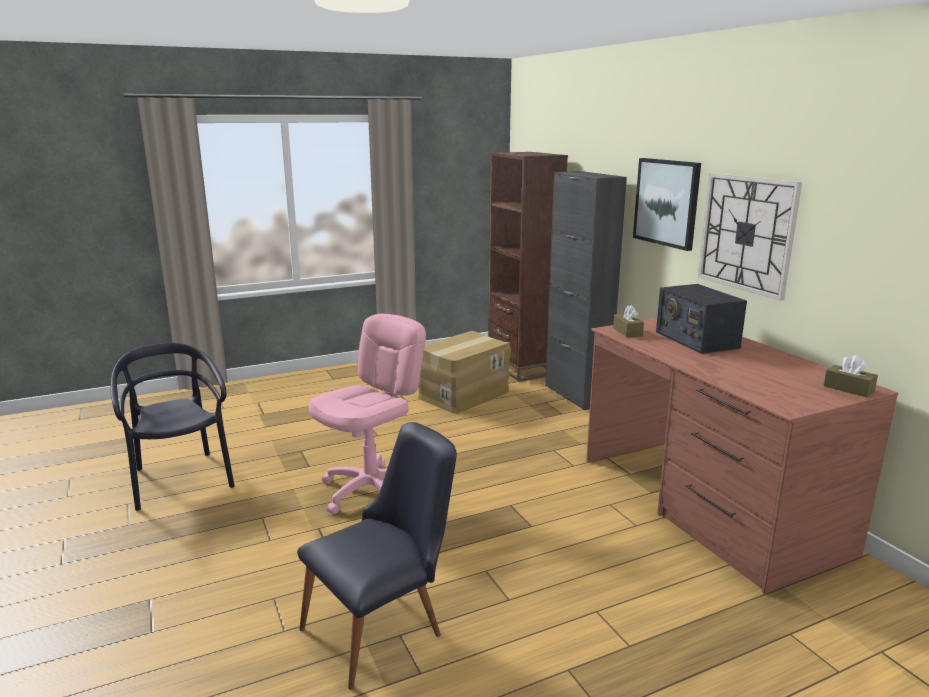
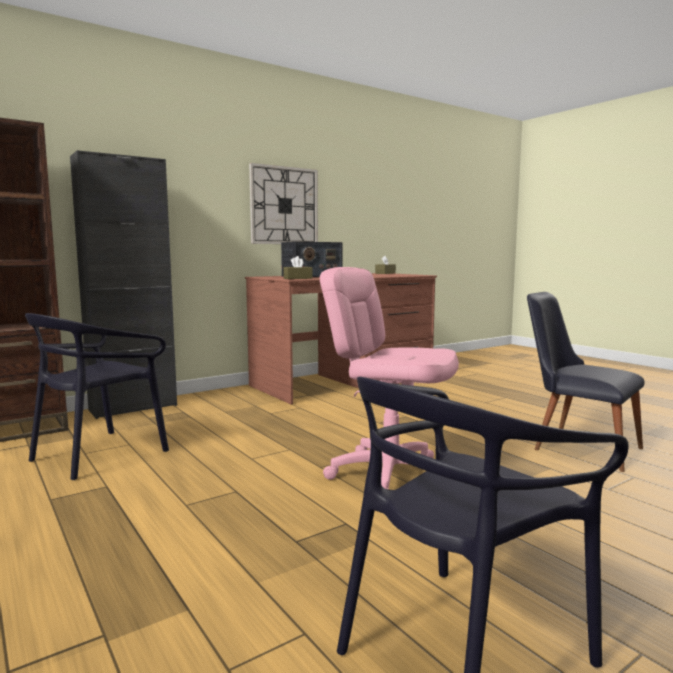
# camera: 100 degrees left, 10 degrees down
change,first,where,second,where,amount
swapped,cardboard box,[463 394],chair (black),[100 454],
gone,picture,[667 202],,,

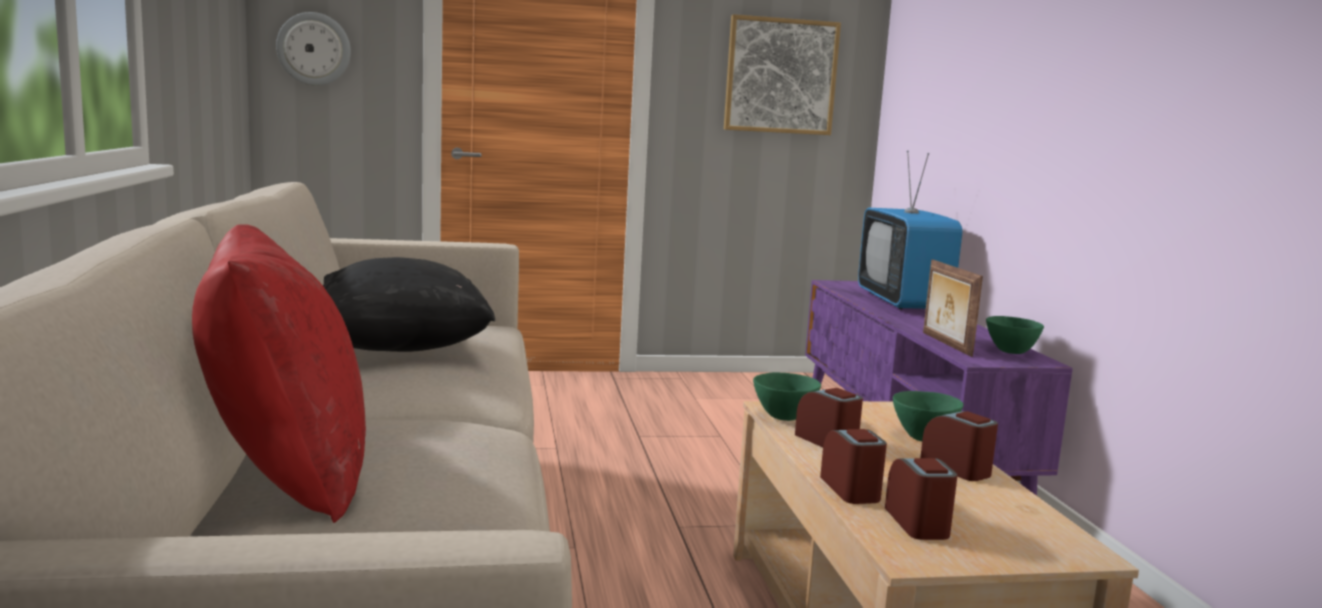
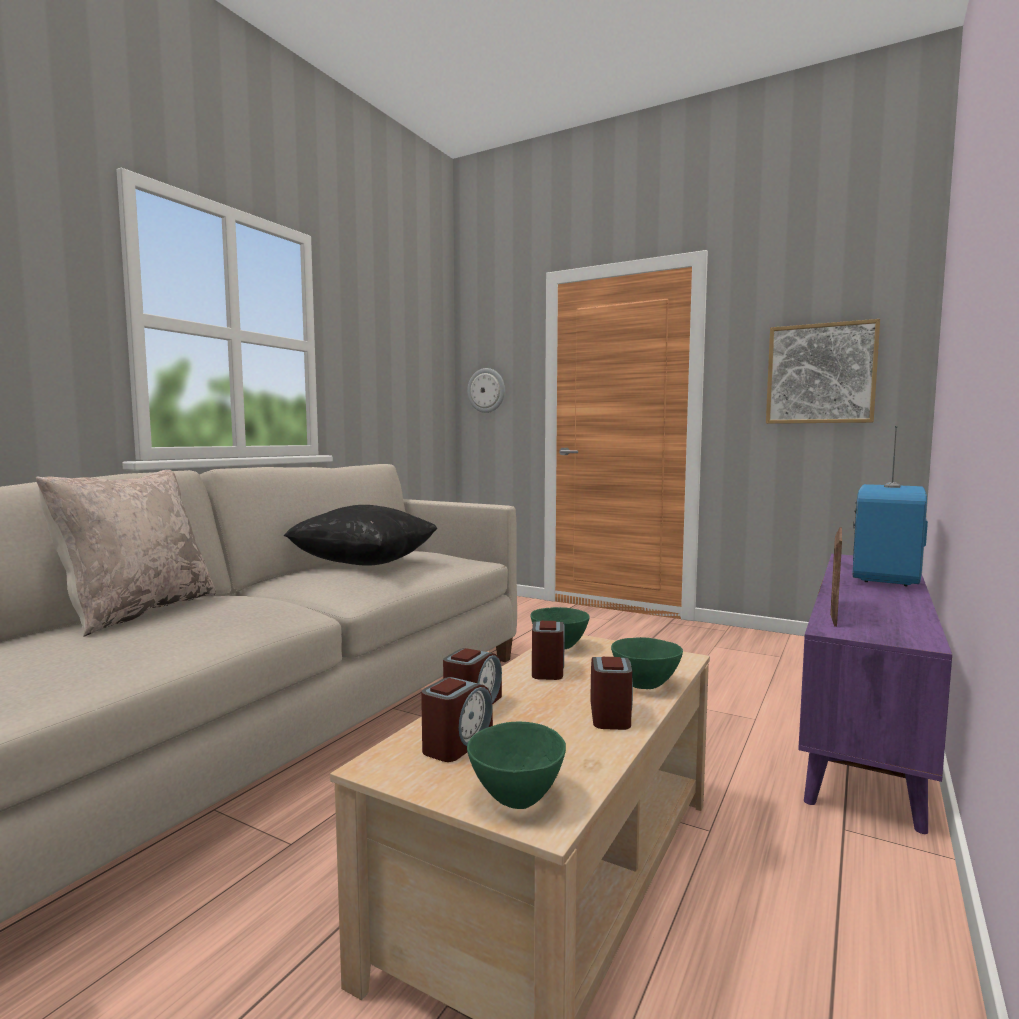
# camera: 40 degrees right, 5 degrees down
change,first,where,second,where,amount
repainted,pillow (red),[284 474],pillow (beige),[136 612],
shifted,bowl (green),[1010 351],,[515 797],

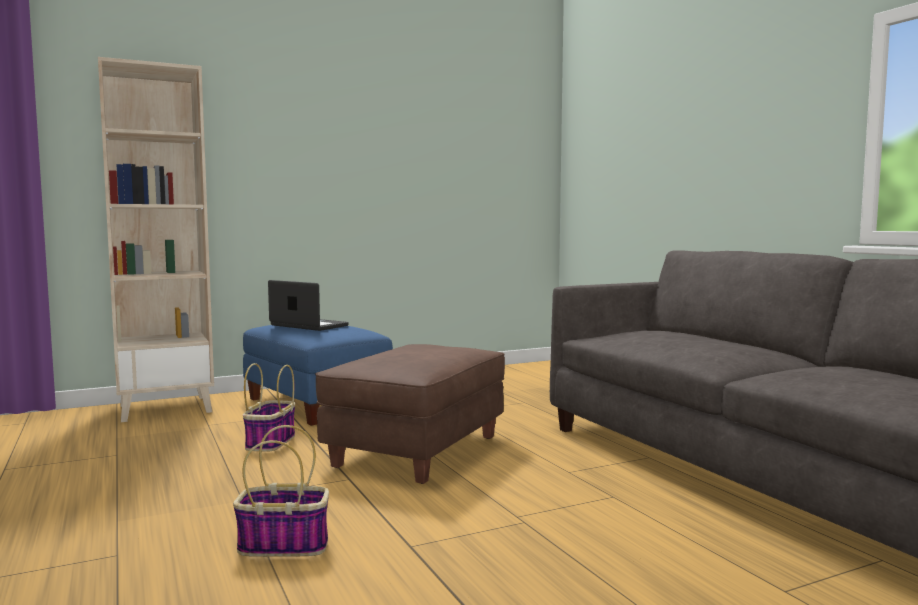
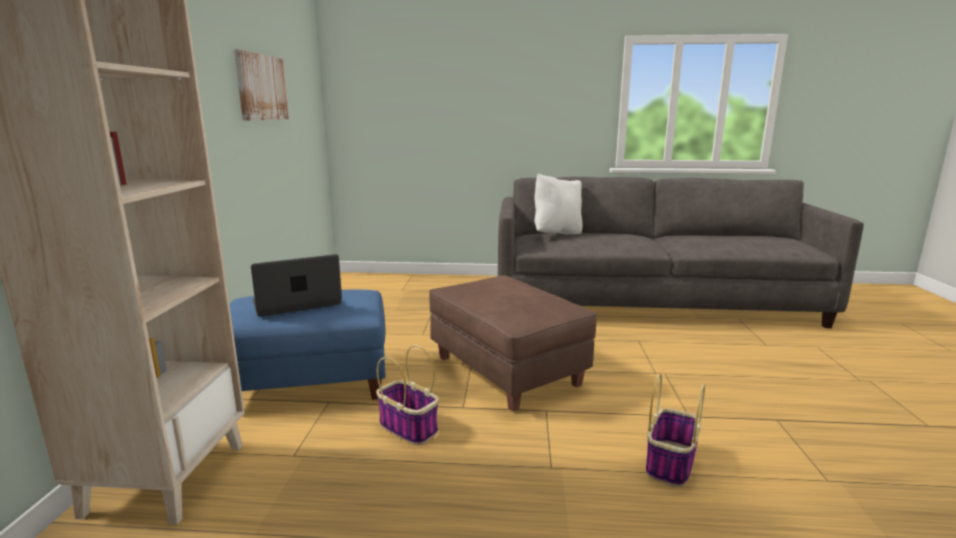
# camera: 60 degrees left, 10 degrees up
change,first,where,second,where,amount
new,,,picture,[261 87],
new,,,pillow (white),[557 234],

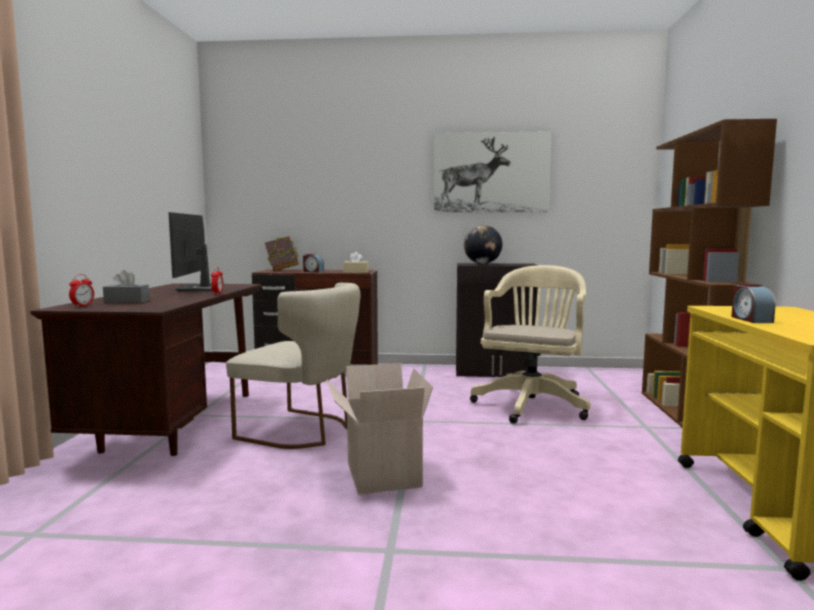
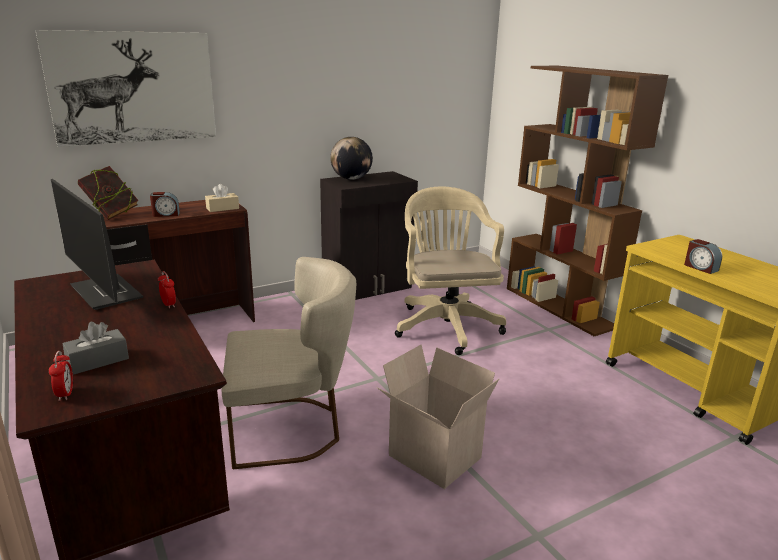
# camera: 35 degrees left, 15 degrees up
change,first,where,second,where,amount
shifted,picture,[491 173],,[133 88],

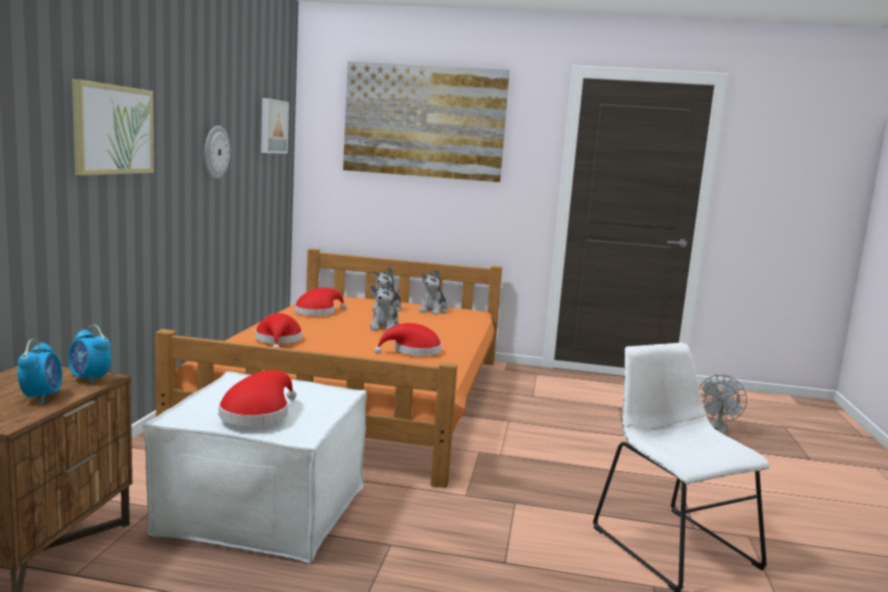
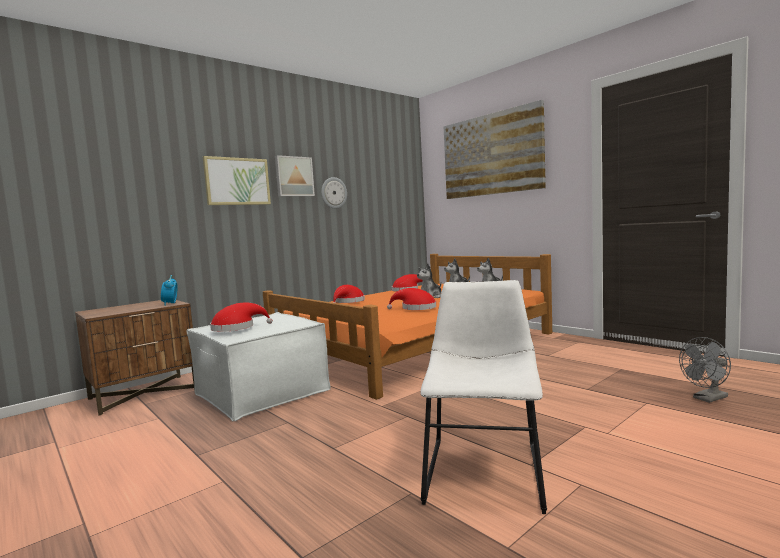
# camera: 40 degrees right, 5 degrees down
change,first,where,second,where,amount
shifted,picture,[272 126],,[294 176],
gone,alarm clock,[42 397],,,

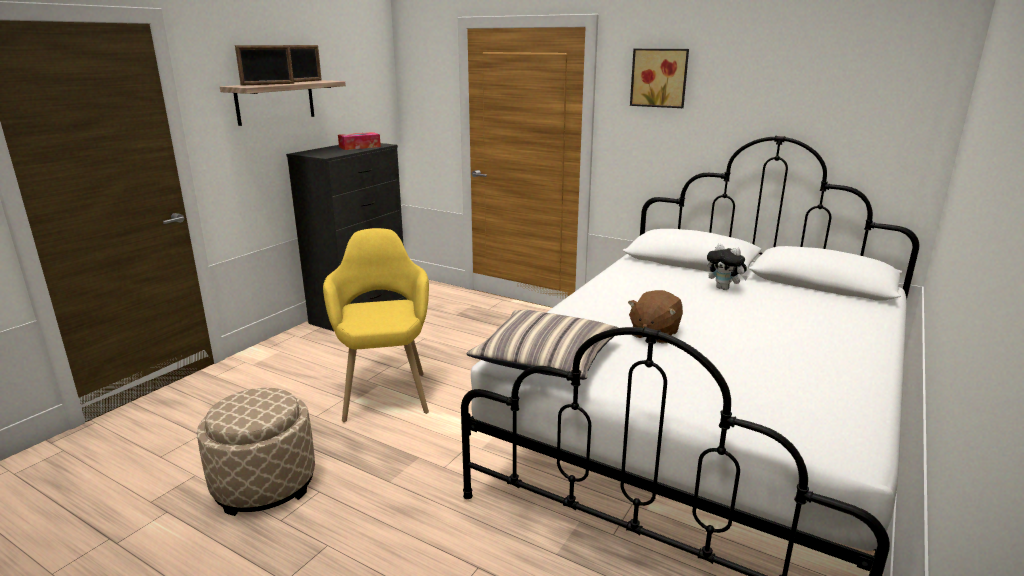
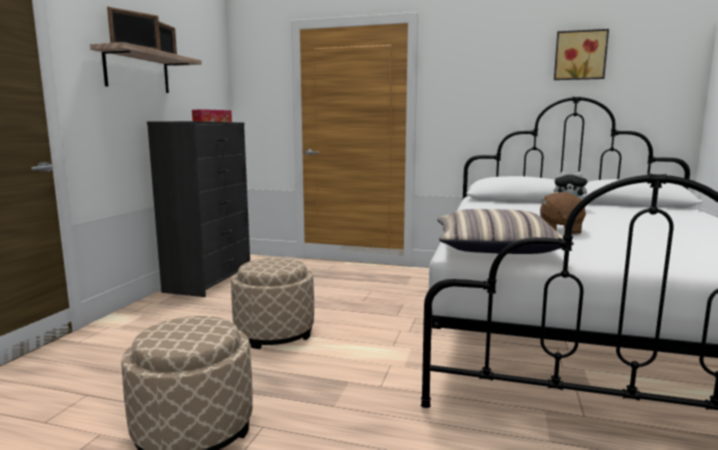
# camera: 15 degrees left, 10 degrees down
change,first,where,second,where,amount
swapped,armchair (yellow),[385 389],ottoman (beige),[274 333],
shifted,picture,[659 78],,[580 55],

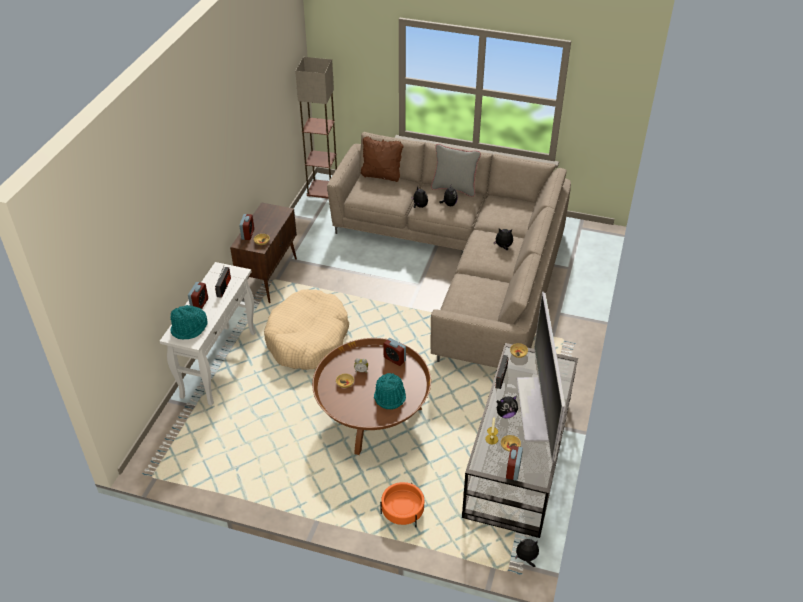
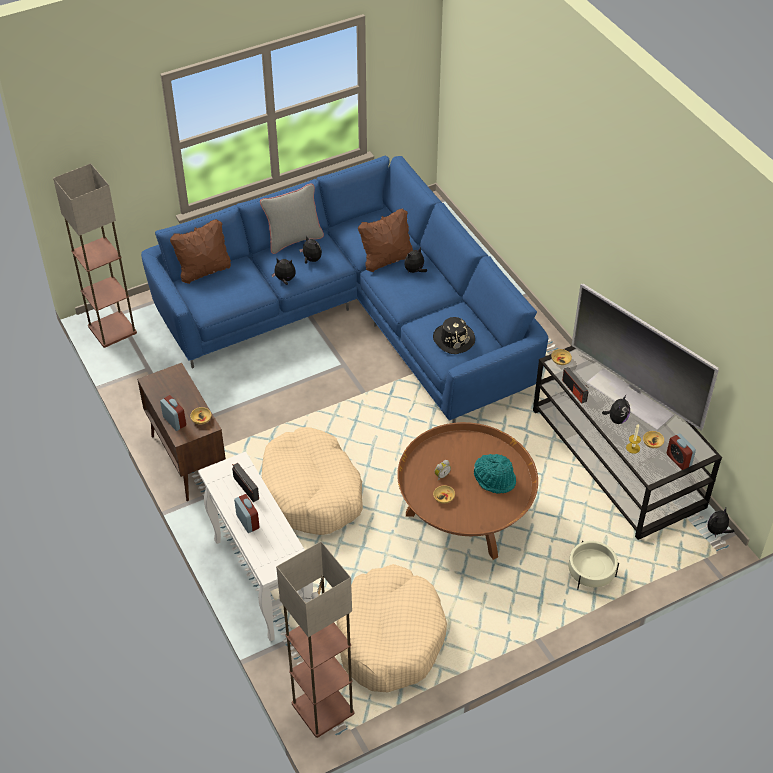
# camera: 45 degrees left, 5 degrees up
change,first,where,second,where,amount
repainted,sofa (beige),[464 263],sofa (blue),[356 315],
new,,,floor lamp,[321 708],
new,,,dog bed (beige),[389 637],
new,,,pillow (brown),[386 260],
new,,,hat (black),[453 339],
repainted,planter (orange),[402 512],planter (beige),[591 573],
gone,hat (turquoise),[189 328],,,
gone,alarm clock,[394 359],,,

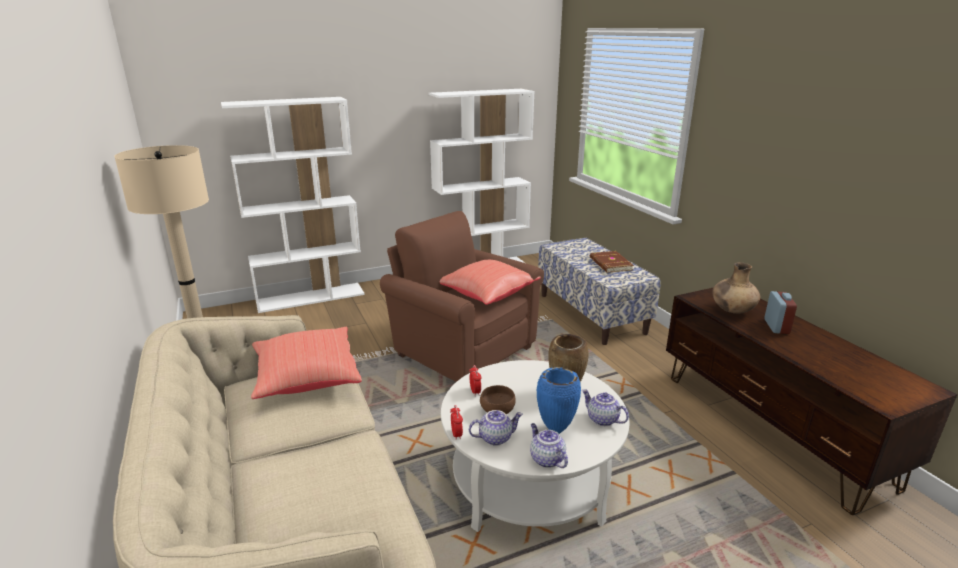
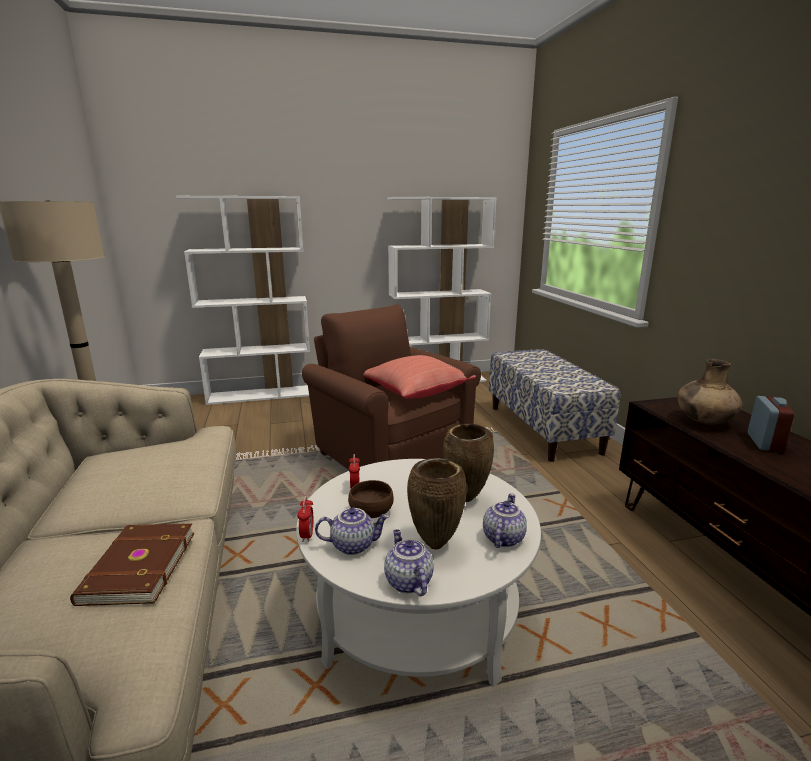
# camera: 10 degrees right, 5 degrees down
change,first,where,second,where,amount
shifted,book (brown),[610 264],,[137 567],
repainted,vase (blue),[555 430],vase (brown),[435 544],
rotated,teapot,[602 420],,[502 538],60 degrees clockwise
gone,pillow (red),[306 379],,,

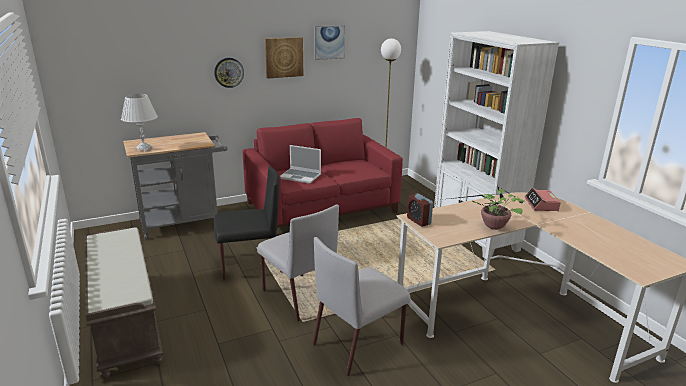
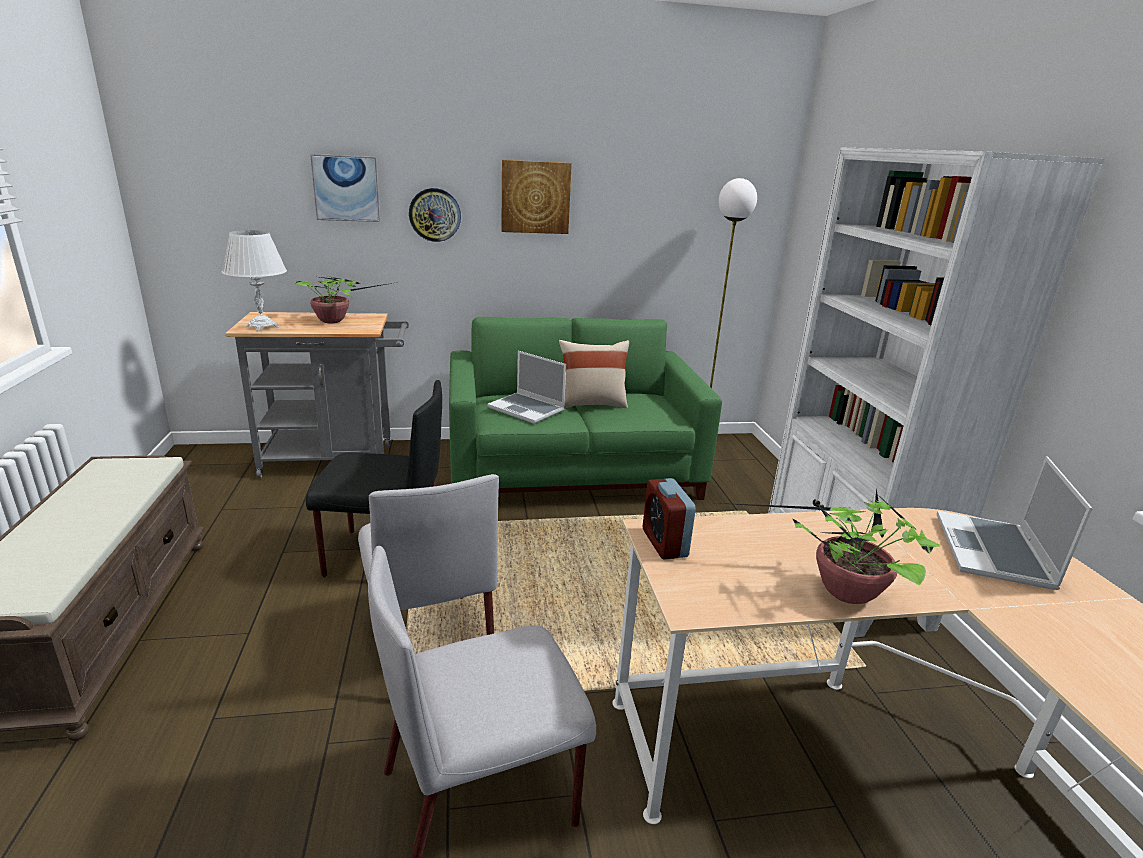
# camera: 15 degrees right, 0 degrees up
change,first,where,second,where,amount
new,,,potted plant,[334 321],
shifted,picture,[329 42],,[346 188],
repainted,sofa (red),[322 208],sofa (green),[572 470],
new,,,pillow (beige),[592 404],
swapped,alarm clock,[541 205],laptop,[994 553],

